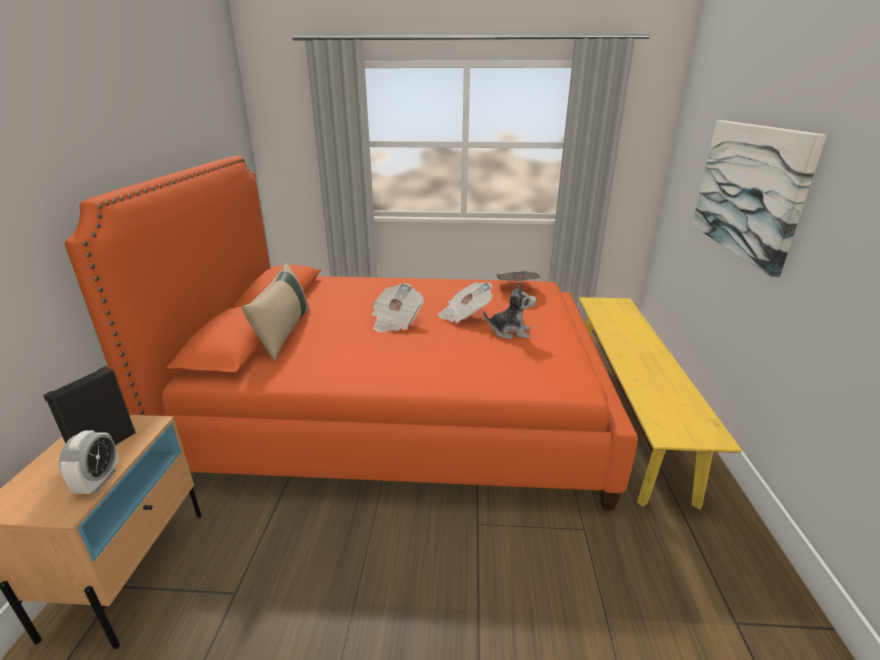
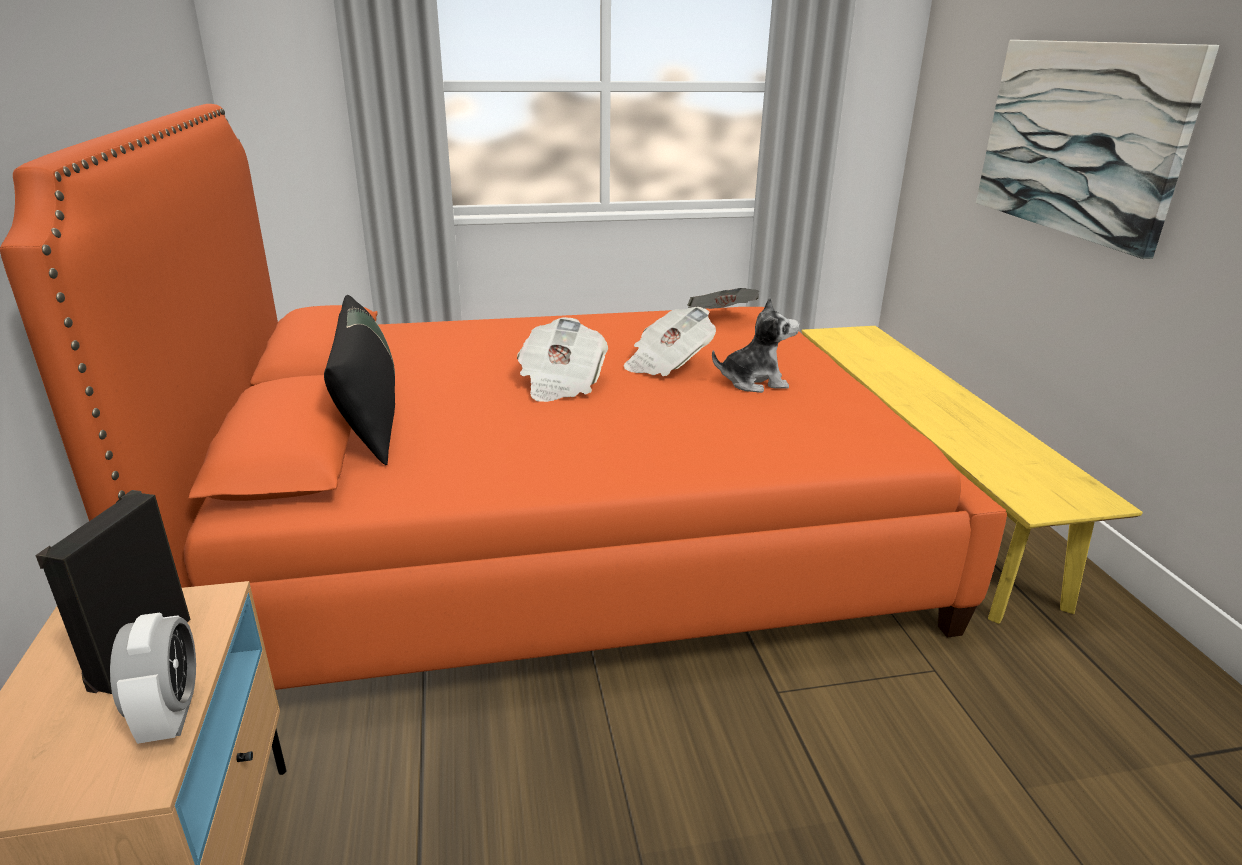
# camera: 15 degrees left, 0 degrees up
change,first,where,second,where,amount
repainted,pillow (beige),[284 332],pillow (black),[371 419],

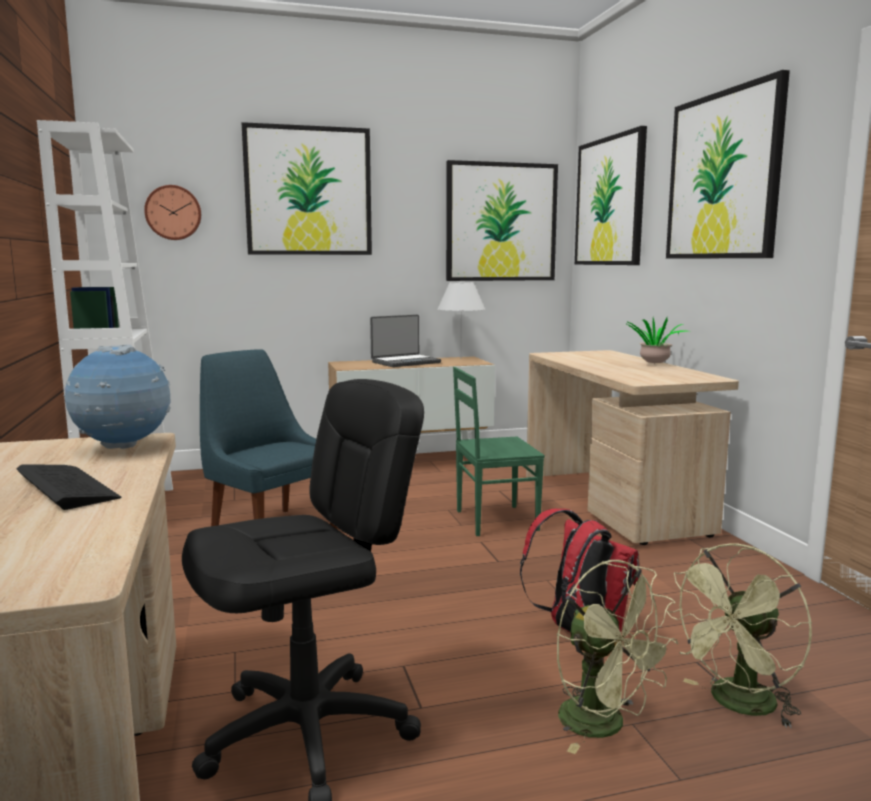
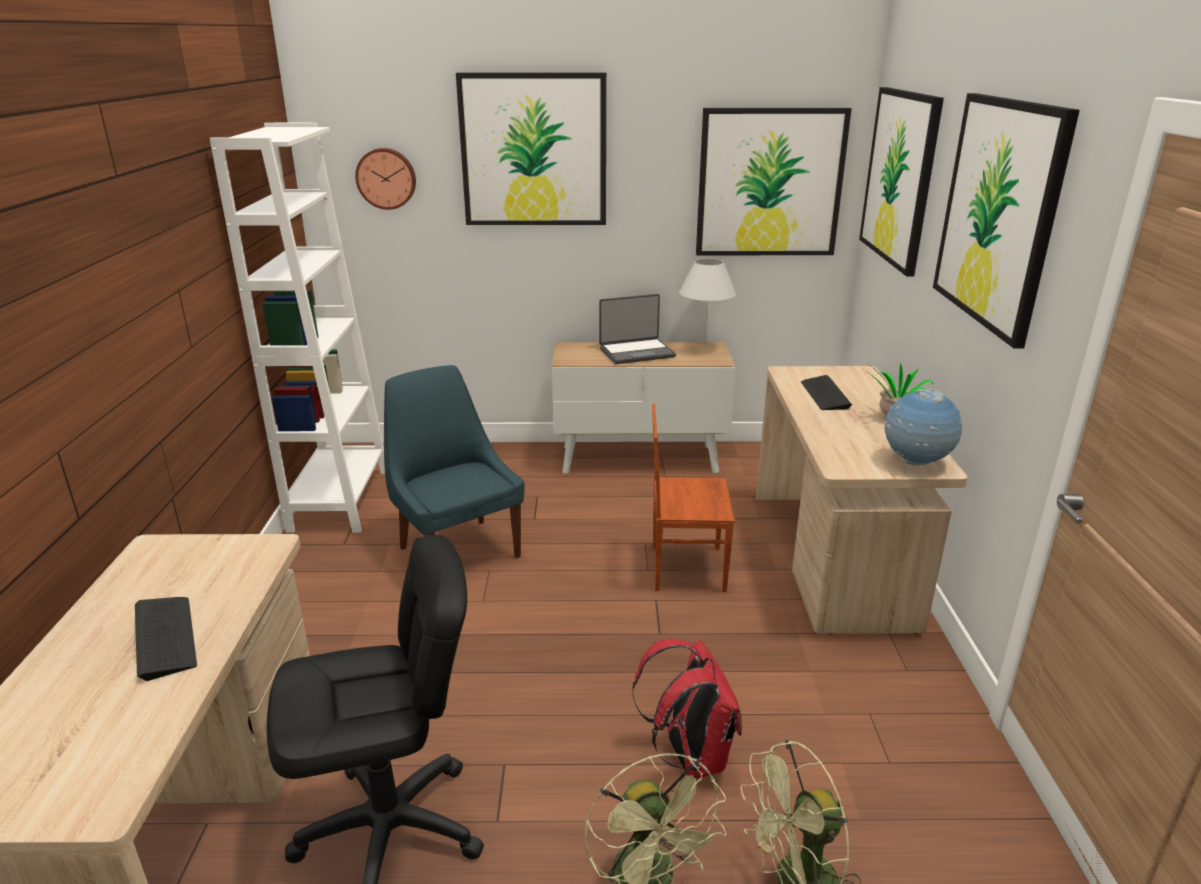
# camera: 15 degrees right, 15 degrees up
change,first,where,second,where,amount
repainted,chair (green),[494 520],chair (brown),[686 567],
new,,,keyboard,[825 395],
shifted,globe,[123 448],,[916 462],

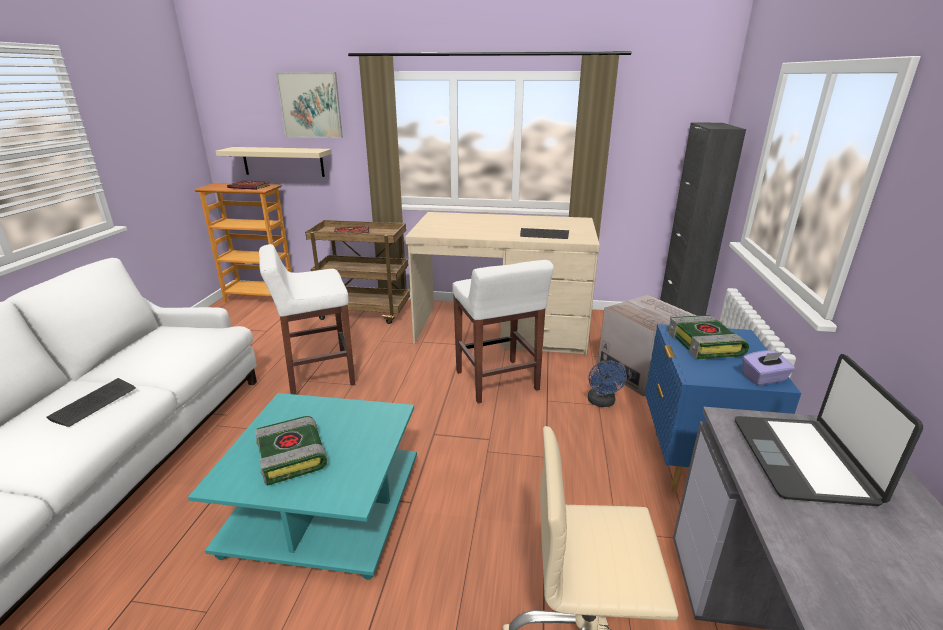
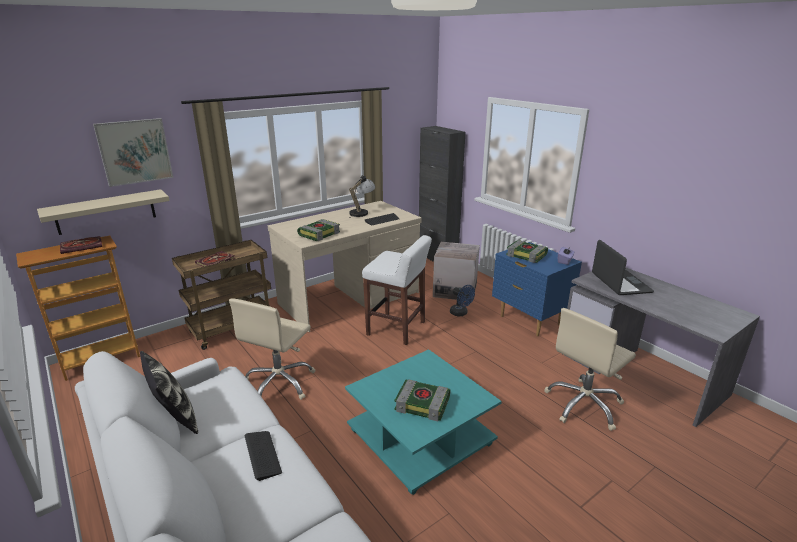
# camera: 45 degrees left, 0 degrees up
change,first,where,second,where,amount
new,,,pillow,[175 418],
swapped,stool (white),[318 375],office chair (beige),[279 383],
new,,,book,[319 234],
new,,,table lamp,[362 212],
rotated,laptop,[803 460],,[620 283],150 degrees counterclockwise

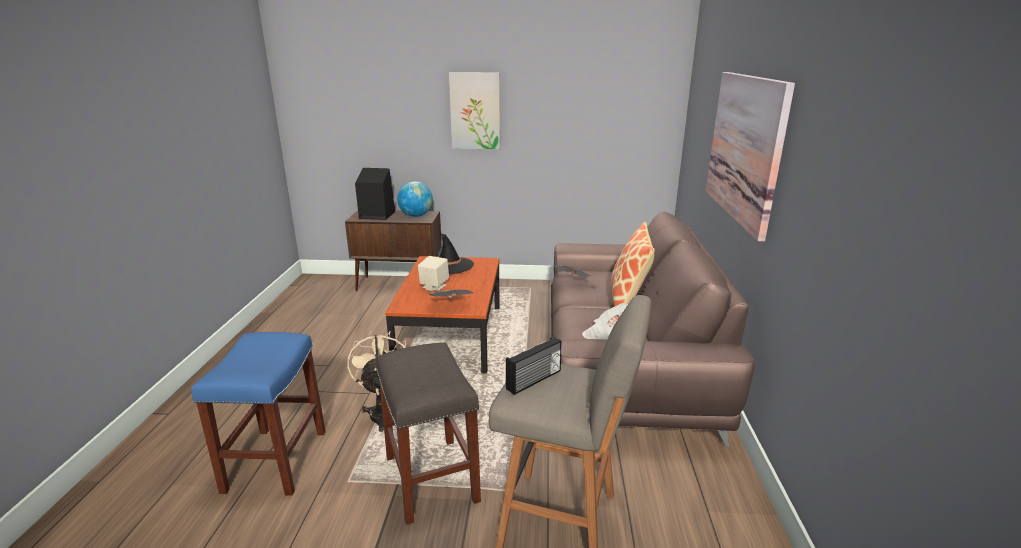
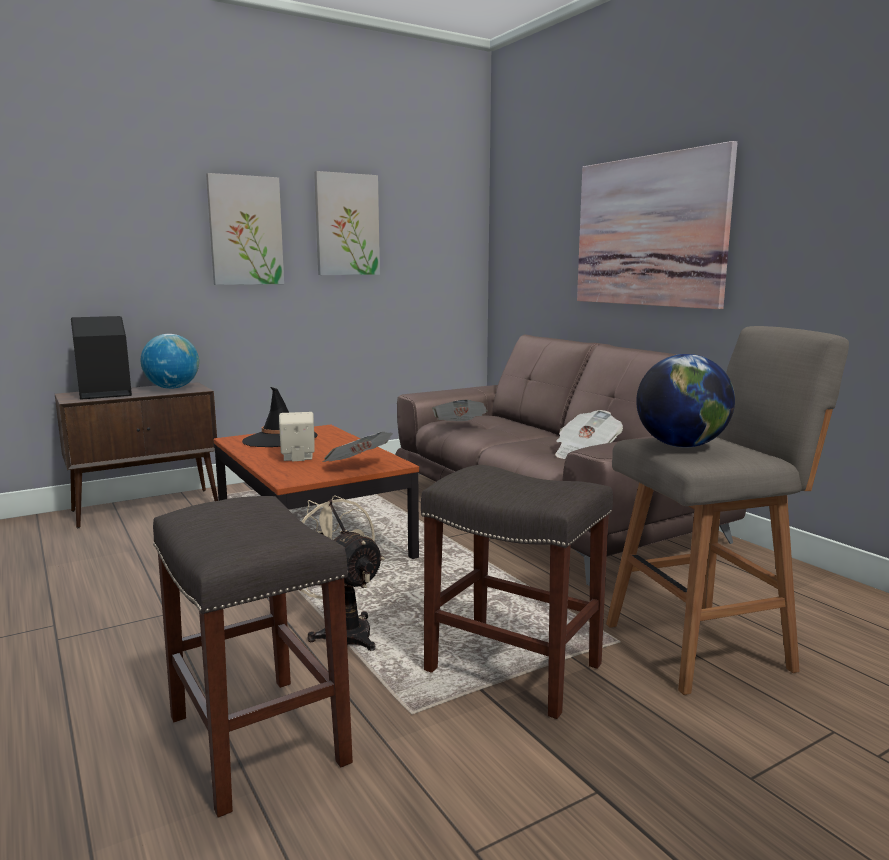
# camera: 35 degrees left, 10 degrees down
change,first,where,second,where,amount
repainted,stool (blue),[276 459],stool (grey),[255 738],
new,,,picture,[347 225],
swapped,radio,[534 380],globe,[681 446],
gone,pillow,[628 301],,,

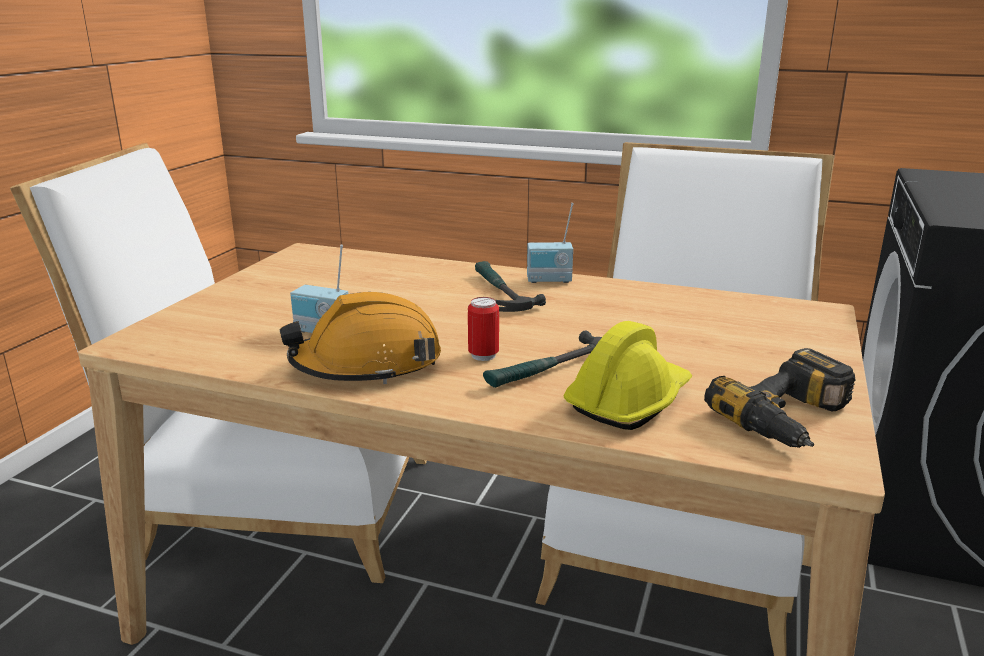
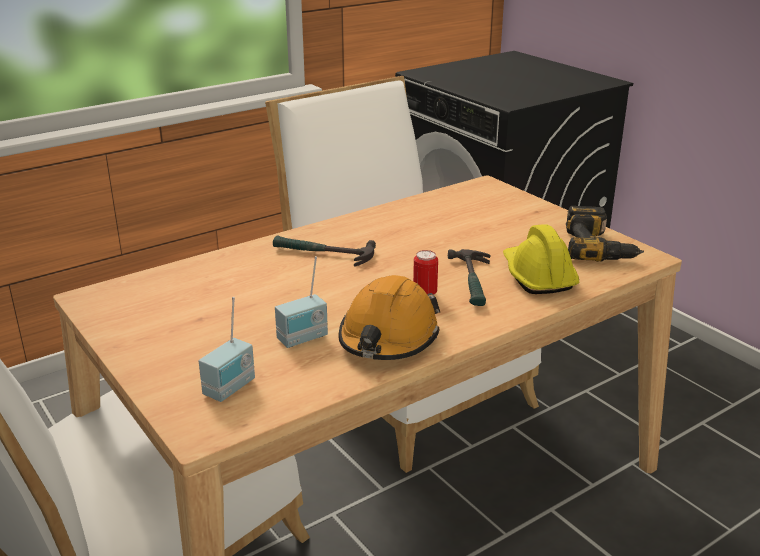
# camera: 55 degrees left, 5 degrees up
change,first,where,second,where,amount
shifted,radio,[549 281],,[231 388],

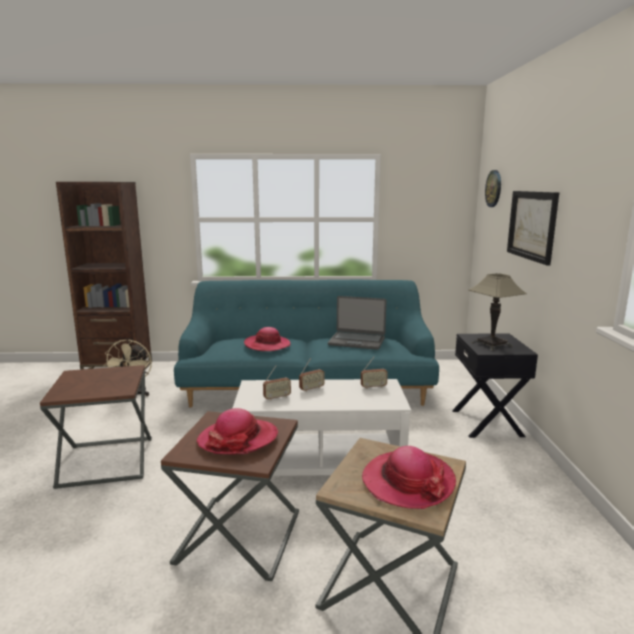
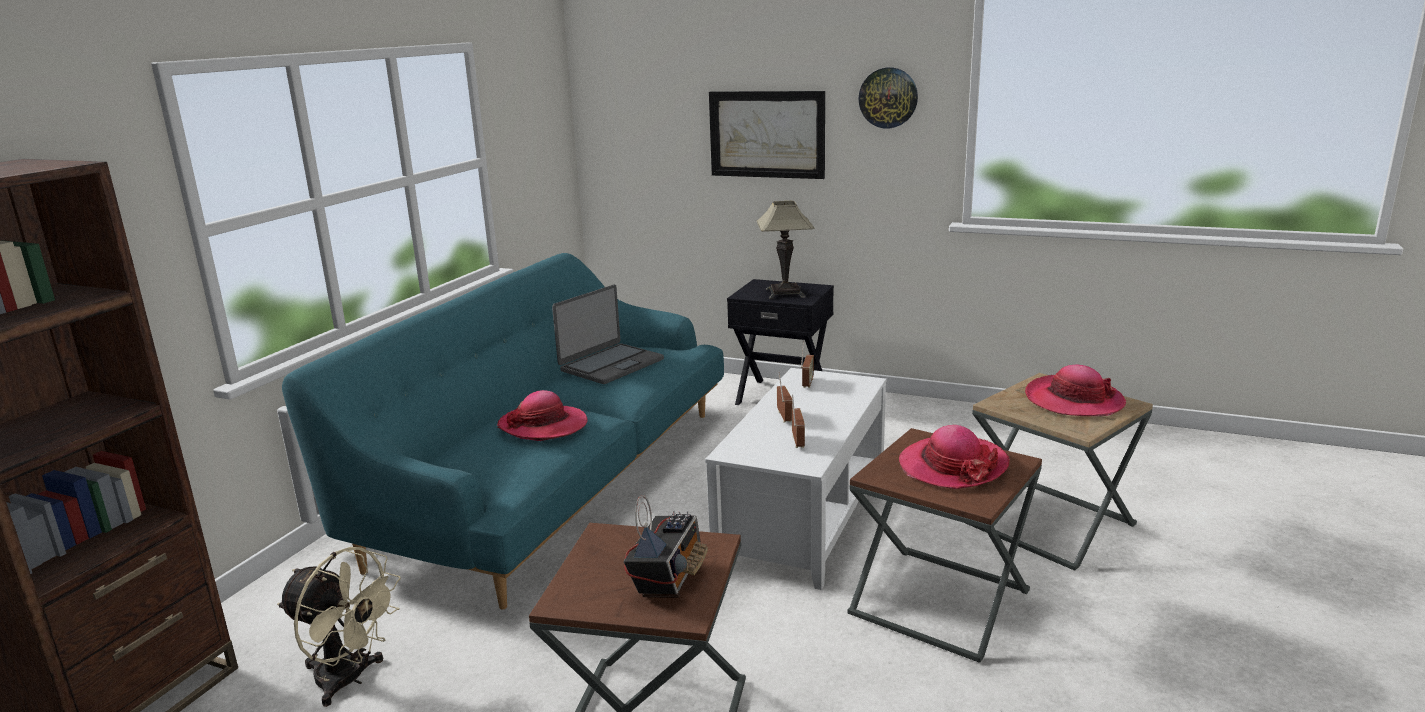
# camera: 65 degrees left, 5 degrees up
change,first,where,second,where,amount
new,,,radio,[668 578],
shifted,wall clock,[494 188],,[888 98],

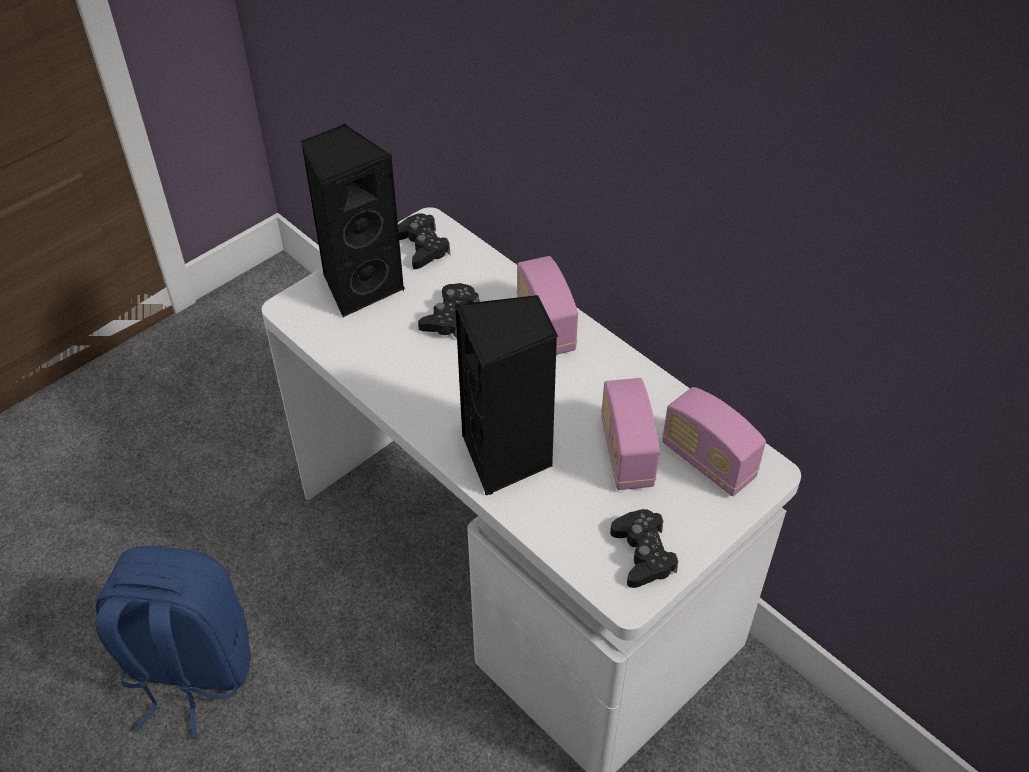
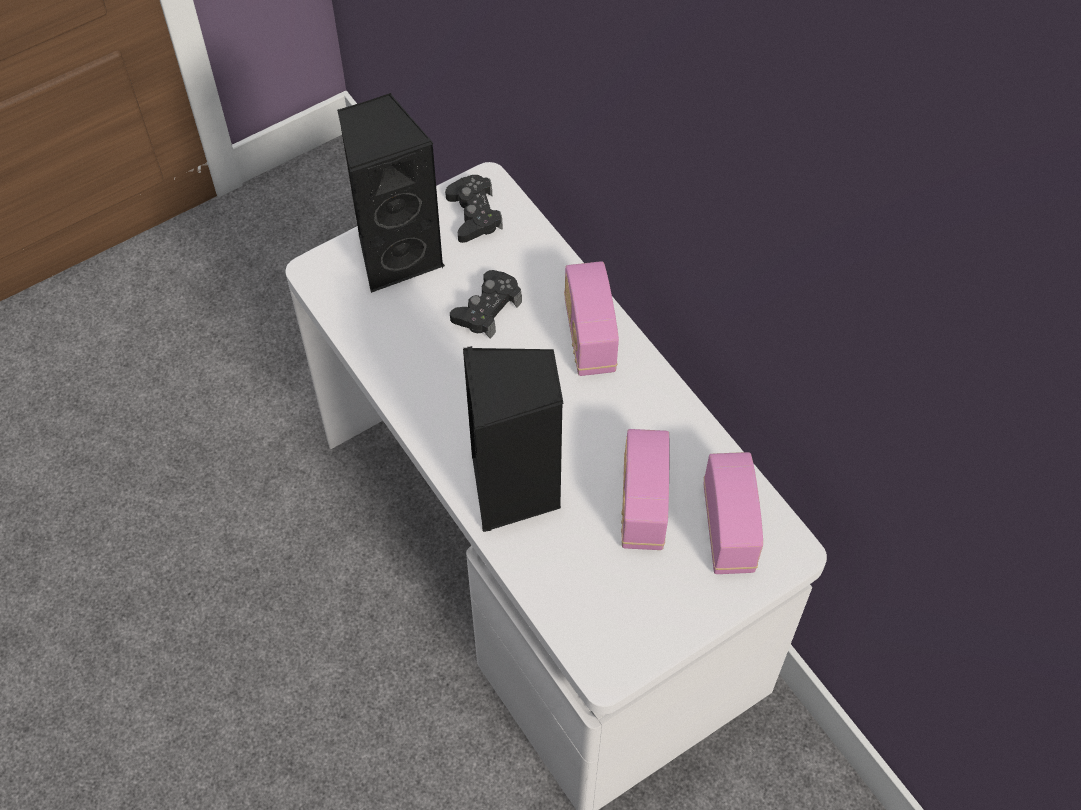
# camera: 10 degrees right, 10 degrees up
change,first,where,second,where,amount
rotated,radio,[707 461],,[728 529],150 degrees counterclockwise
gone,backpack (blue),[188 670],,,
gone,game controller (black),[643 554],,,

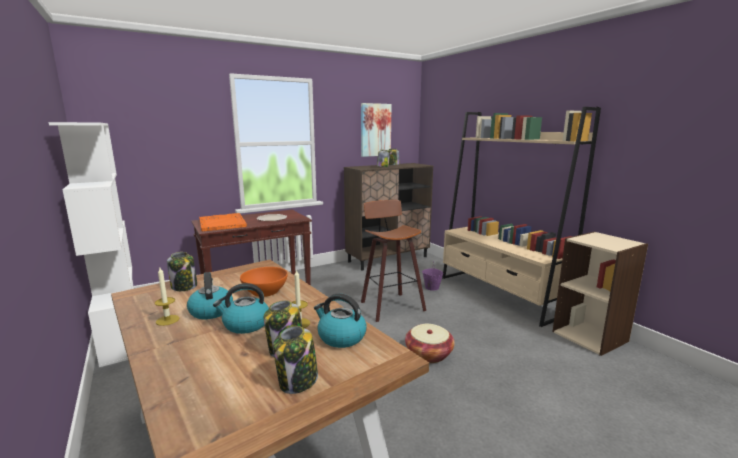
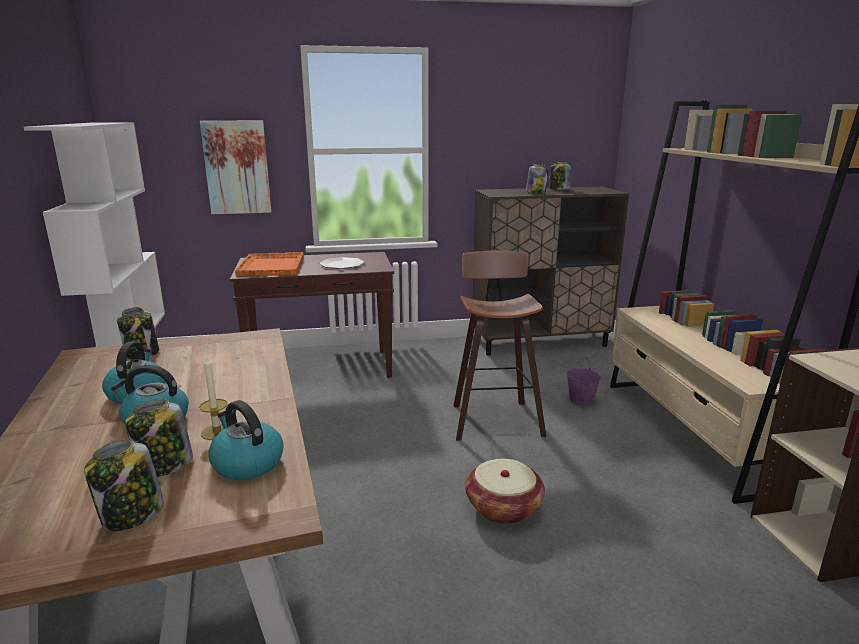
# camera: 20 degrees right, 5 degrees up
change,first,where,second,where,amount
shifted,picture,[375 130],,[237 167],
gone,candle,[167 320],,,
gone,bowl (orange),[265 291],,,

